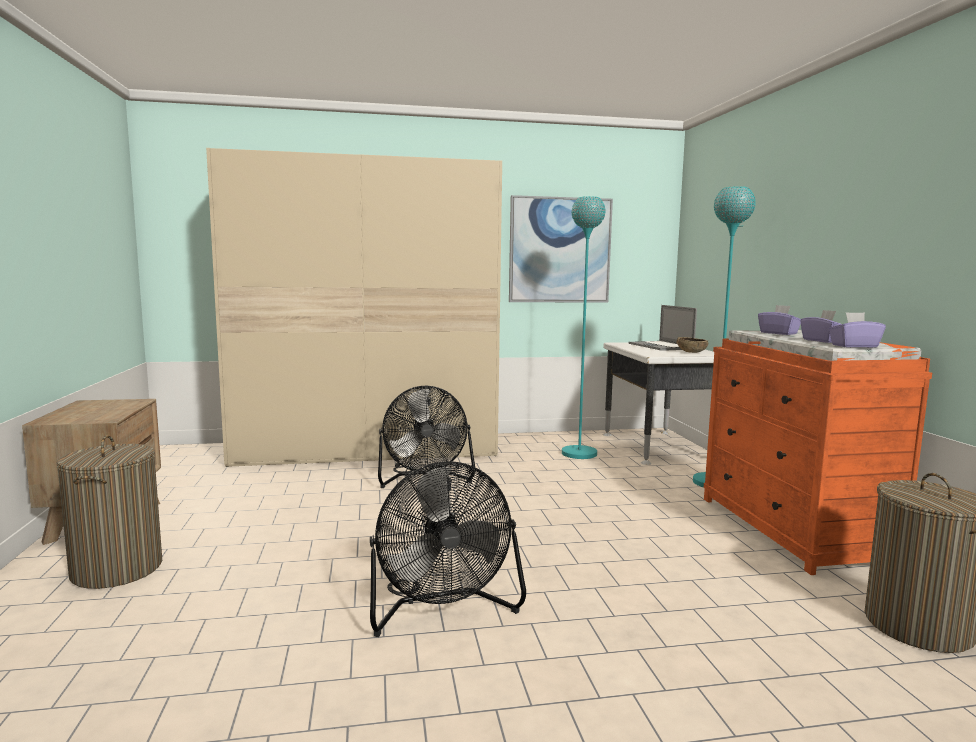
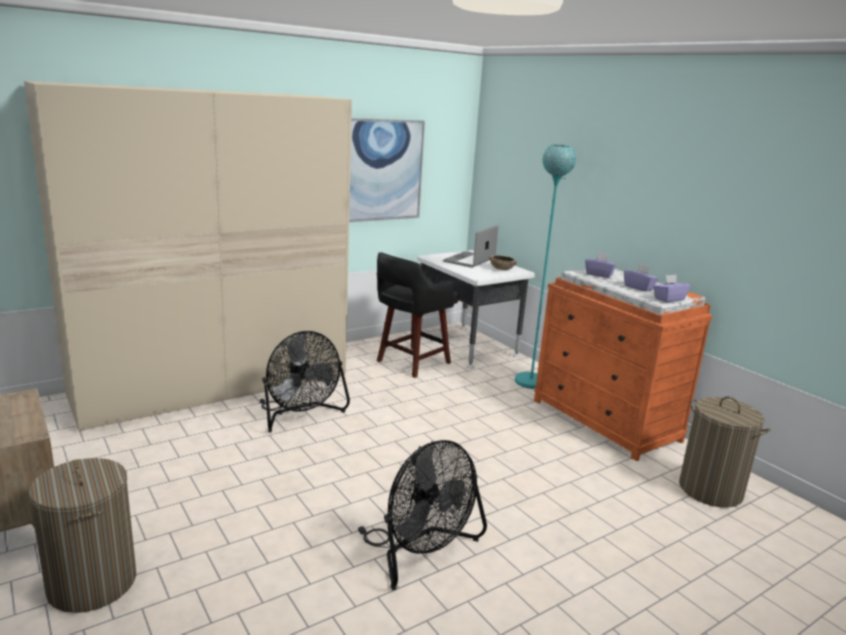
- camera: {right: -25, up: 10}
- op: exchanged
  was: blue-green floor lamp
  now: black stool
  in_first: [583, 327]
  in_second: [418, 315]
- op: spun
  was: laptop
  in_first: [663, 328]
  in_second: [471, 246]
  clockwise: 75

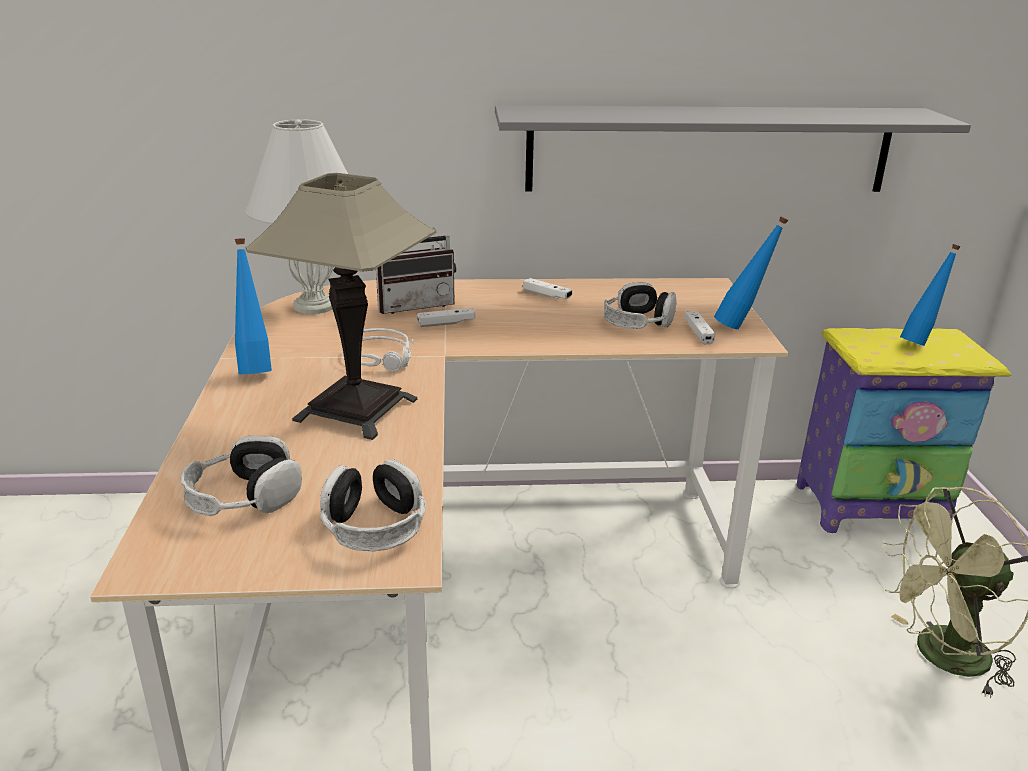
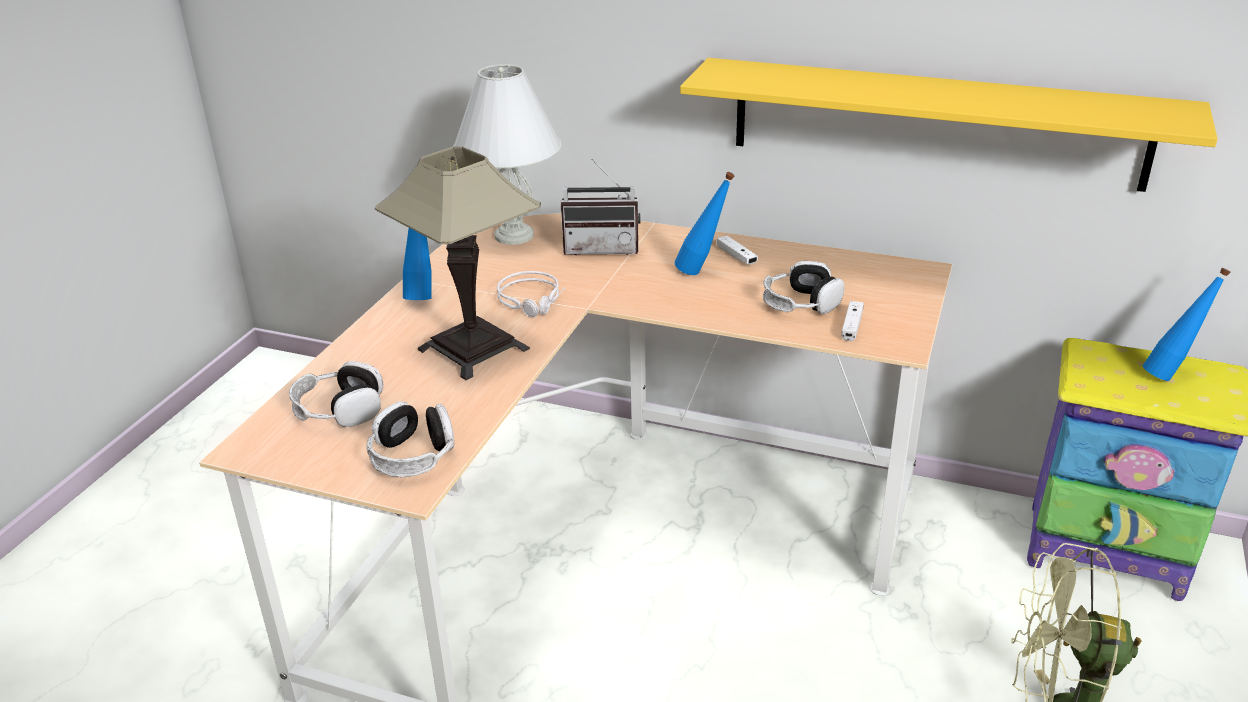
- camera: {right: 25, up: 5}
- op: missing
  was: whitish game controller
  in_first: [446, 317]
- op: relocated
  was: bluish beverage bottle
  in_first: [751, 272]
  in_second: [704, 223]
- op: colour
  was: grey bracket shelf
  now: yellow-coloured bracket shelf
  in_first: [733, 148]
  in_second: [948, 125]

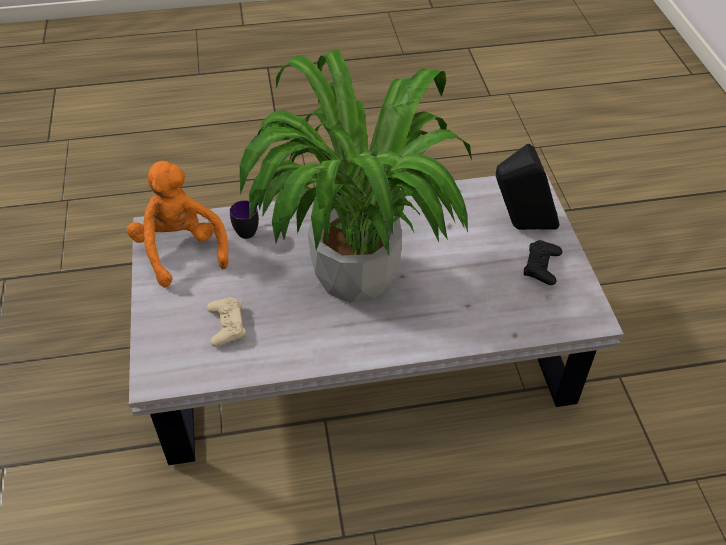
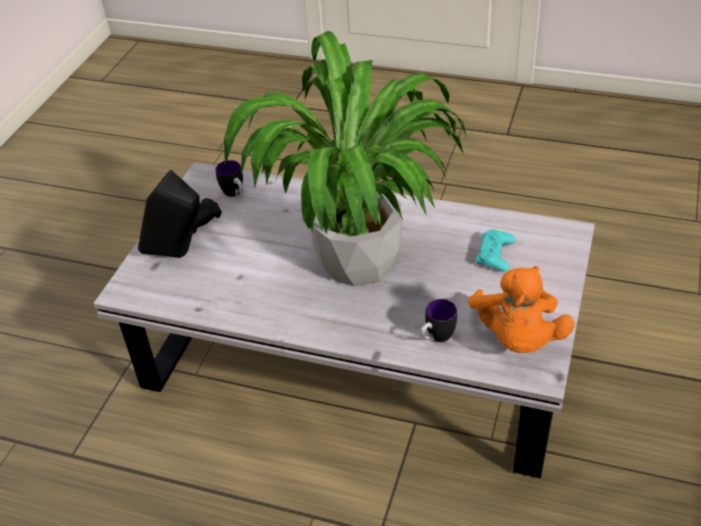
- camera: {right: -150, up: -5}
- op: appeared
  now: tea mug
  in_second: [229, 178]
- op: colour
  was: beige-coloured game controller
  now: blue-green game controller
  in_first: [226, 322]
  in_second: [495, 250]

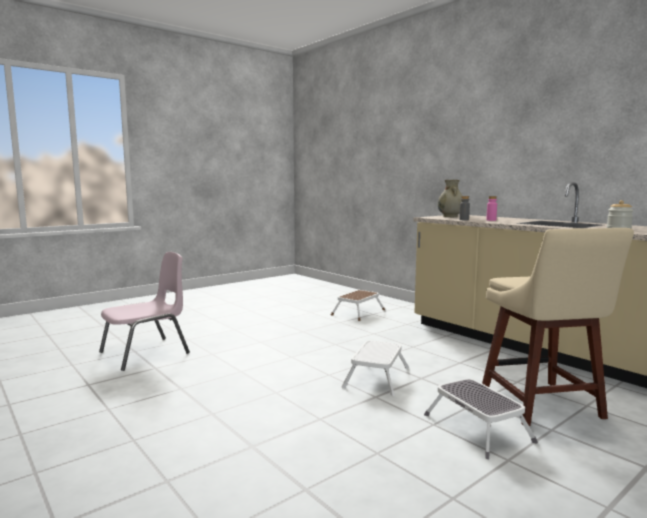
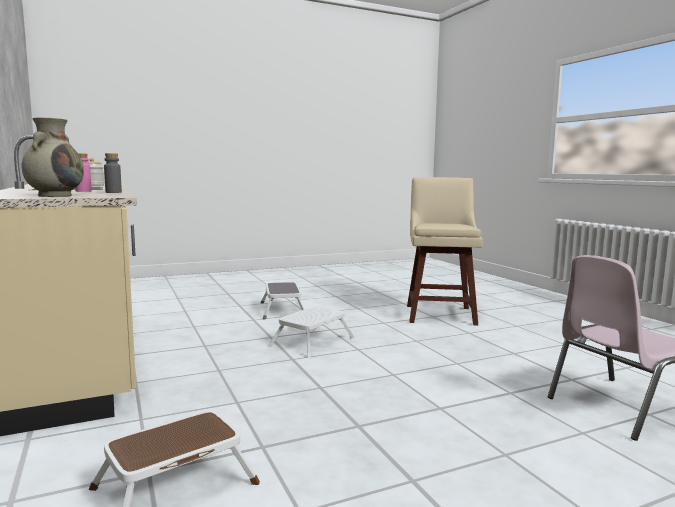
- camera: {right: -165, up: 0}
- op: relocated
  was: beige-coloured stool
  in_first: [558, 327]
  in_second: [445, 251]

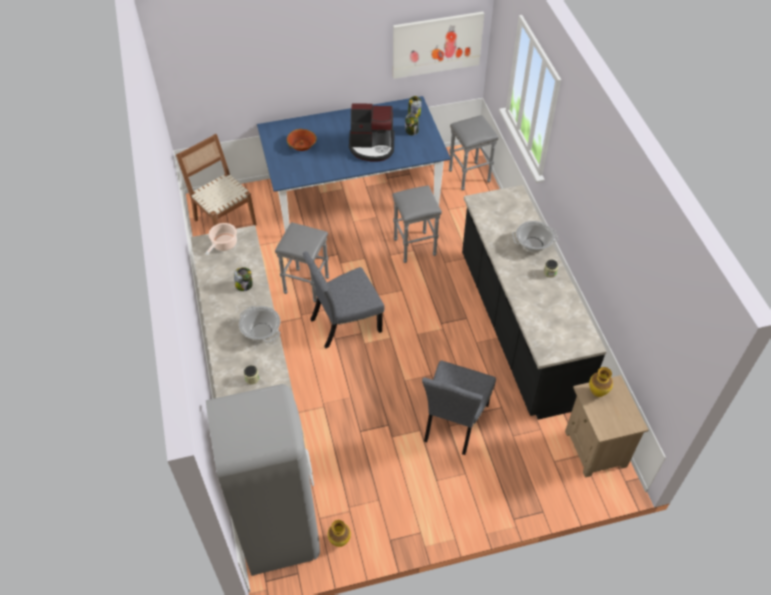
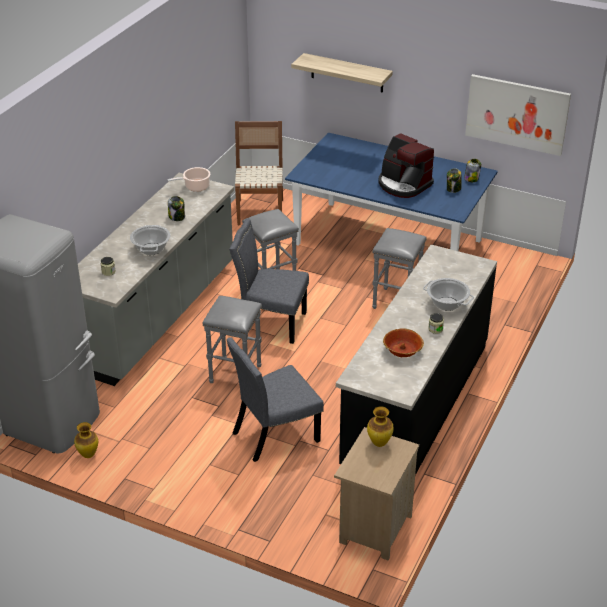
- camera: {right: 40, up: -15}
- op: appeared
  now: bracket shelf
  in_second: [342, 73]
- op: relocated
  was: deep dish
  in_first: [302, 140]
  in_second: [403, 342]
- op: relocated
  was: grey stool
  in_first: [474, 152]
  in_second: [232, 339]

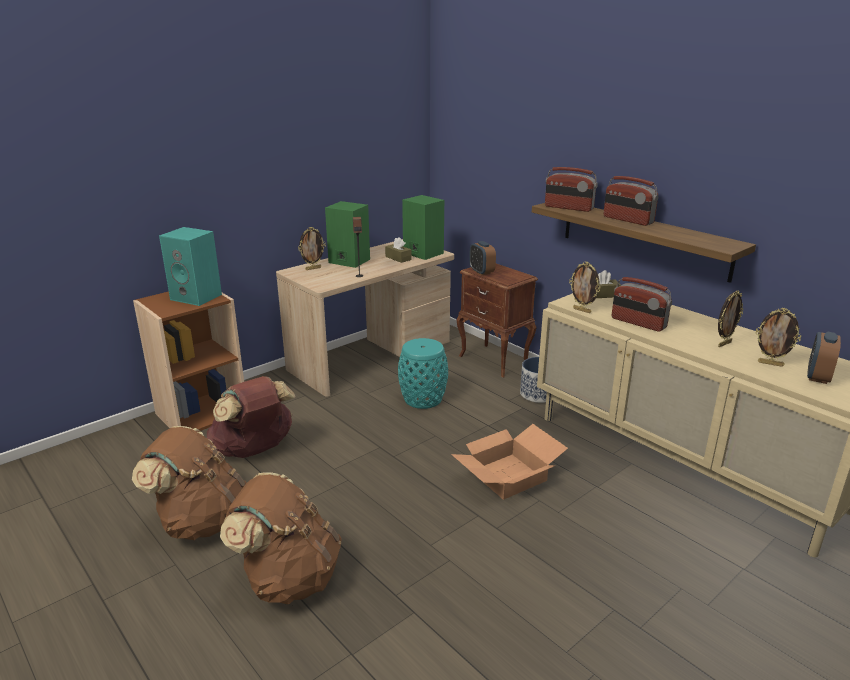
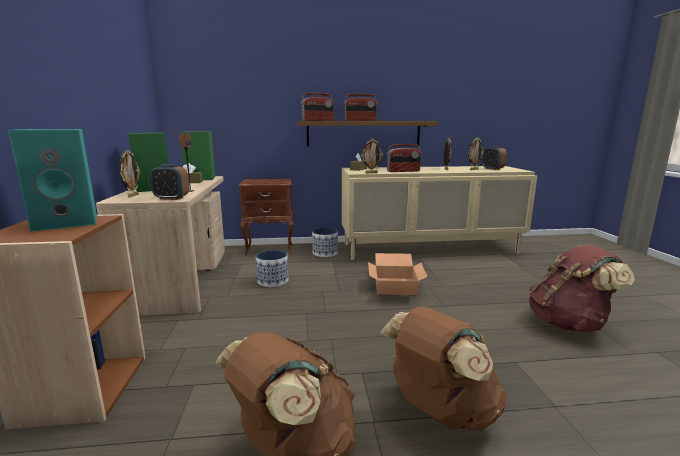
- camera: {right: -55, up: -10}
- op: relocated
  was: brown backpack
  in_first: [251, 417]
  in_second: [582, 288]
- op: relocated
  was: alarm clock
  in_first: [482, 258]
  in_second: [169, 182]
- op: exchanged
  was: blue-green stool
  now: plant pot
  in_first: [423, 373]
  in_second: [272, 268]

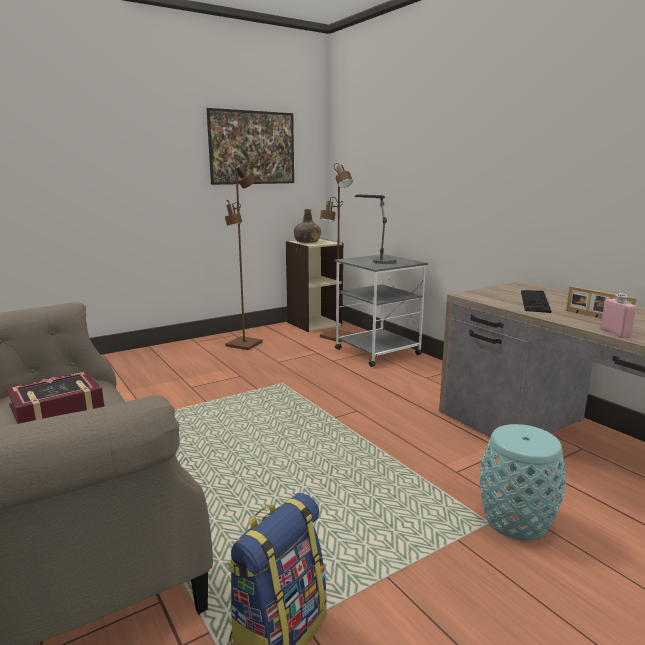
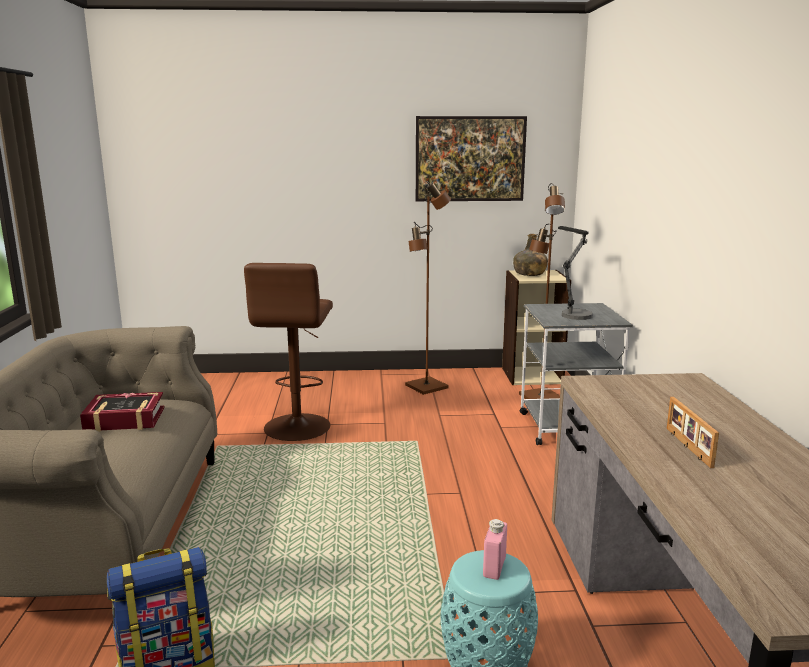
- camera: {right: 30, up: 0}
- op: missing
  was: keyboard
  in_first: [536, 301]
- op: appeared
  now: brown stool
  in_second: [288, 352]
- op: relocated
  was: pink-coloured beverage bottle
  in_first: [618, 315]
  in_second: [495, 549]

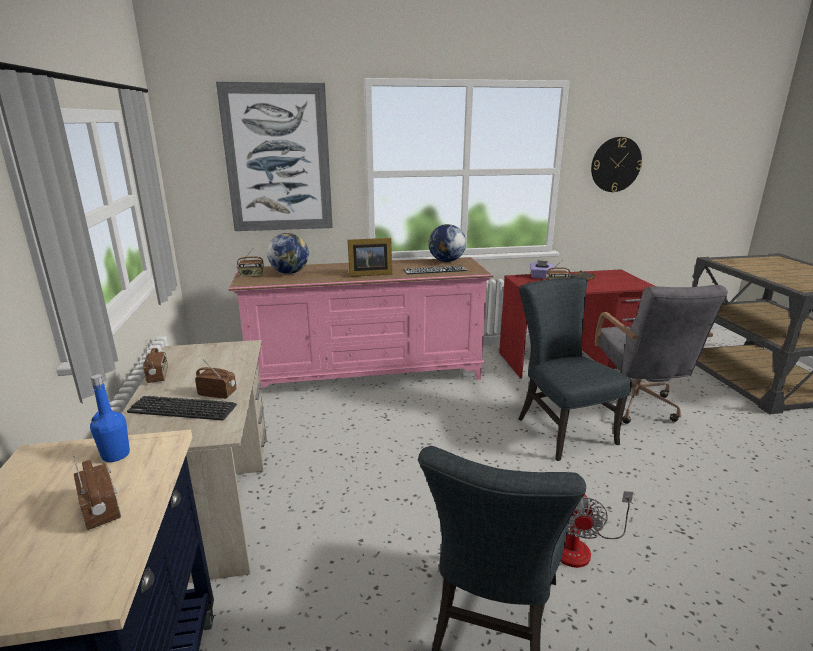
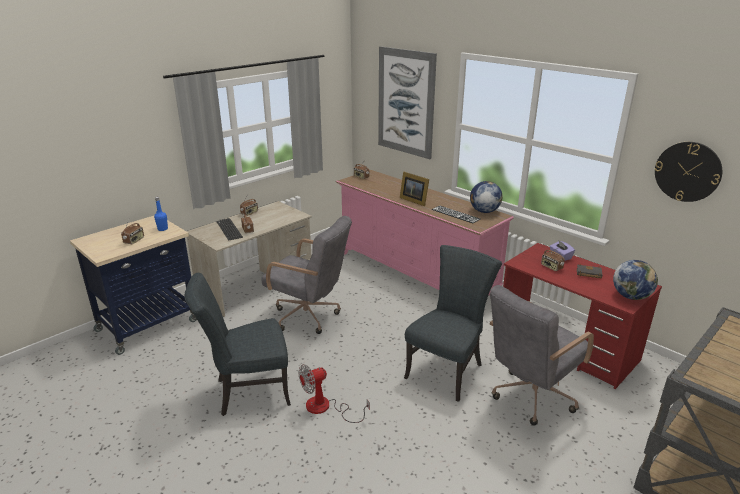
- camera: {right: 55, up: 5}
- op: appeared
  now: grey computer chair
  in_second: [306, 275]
- op: relocated
  was: desk globe
  in_first: [288, 253]
  in_second: [635, 280]

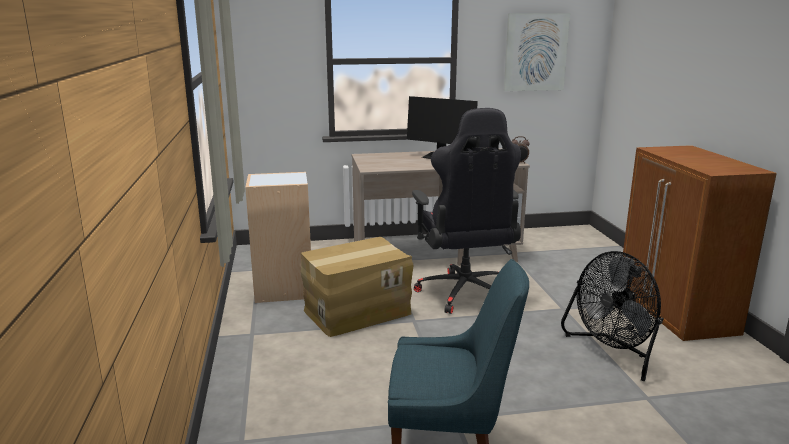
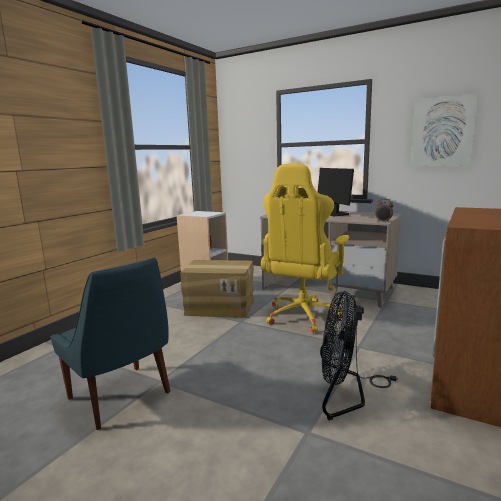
- camera: {right: 40, up: -5}
- op: colour
  was: black computer chair
  now: yellow-coloured computer chair
  in_first: [466, 211]
  in_second: [305, 248]

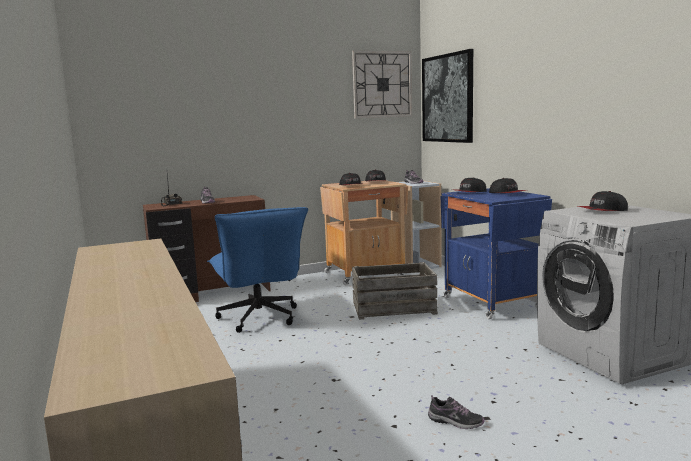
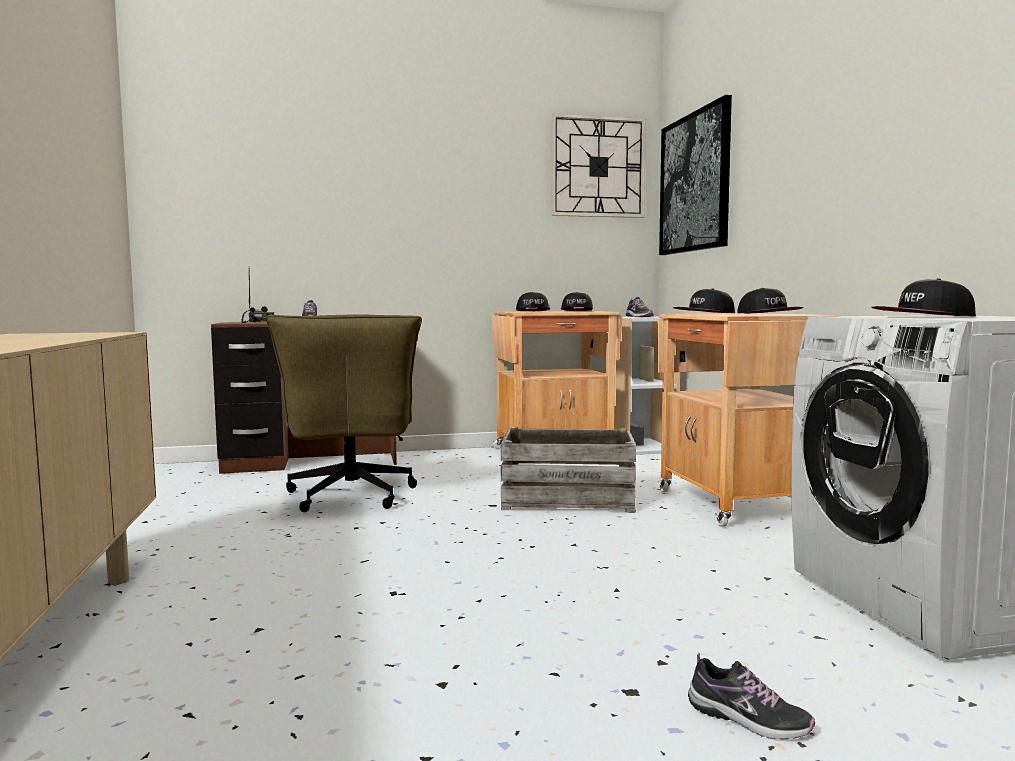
- camera: {right: 10, up: -5}
- op: relocated
  was: low shoe
  in_first: [456, 412]
  in_second: [751, 696]
- op: colour
  was: bluish computer chair
  now: beige-coloured computer chair
  in_first: [257, 270]
  in_second: [344, 413]
- op: colour
  was: bluish trolley
  now: brown trolley
  in_first: [496, 253]
  in_second: [749, 420]

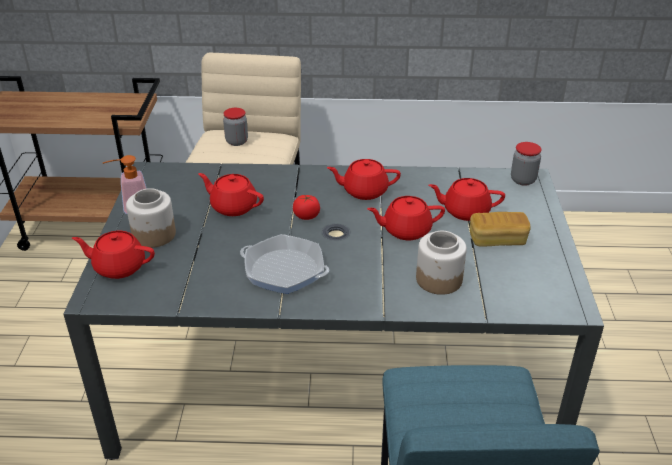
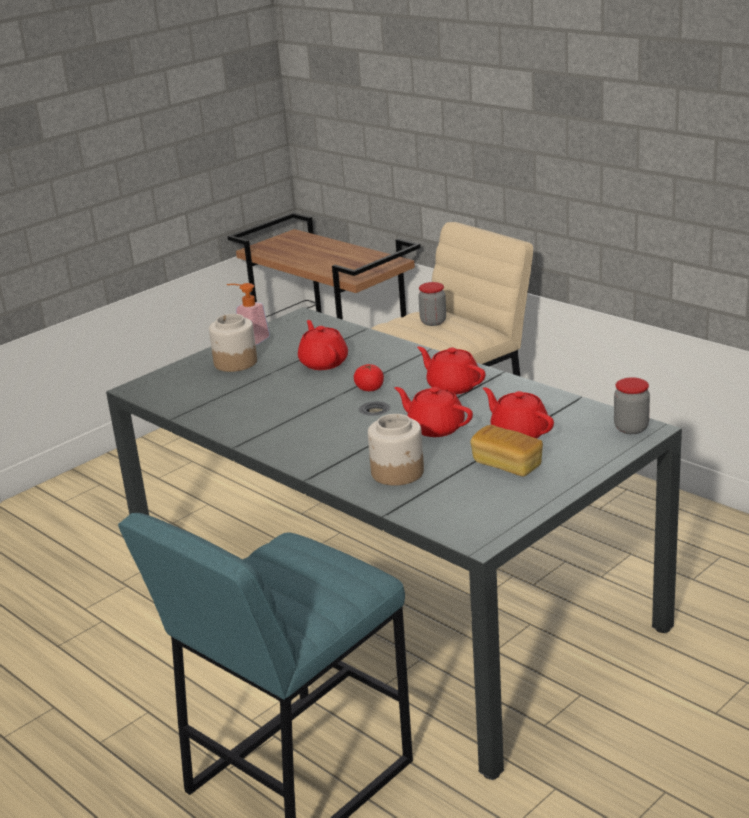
- camera: {right: 45, up: -10}
- op: missing
  was: red tea pot
  in_first: [113, 255]
- op: missing
  was: skillet
  in_first: [284, 264]

